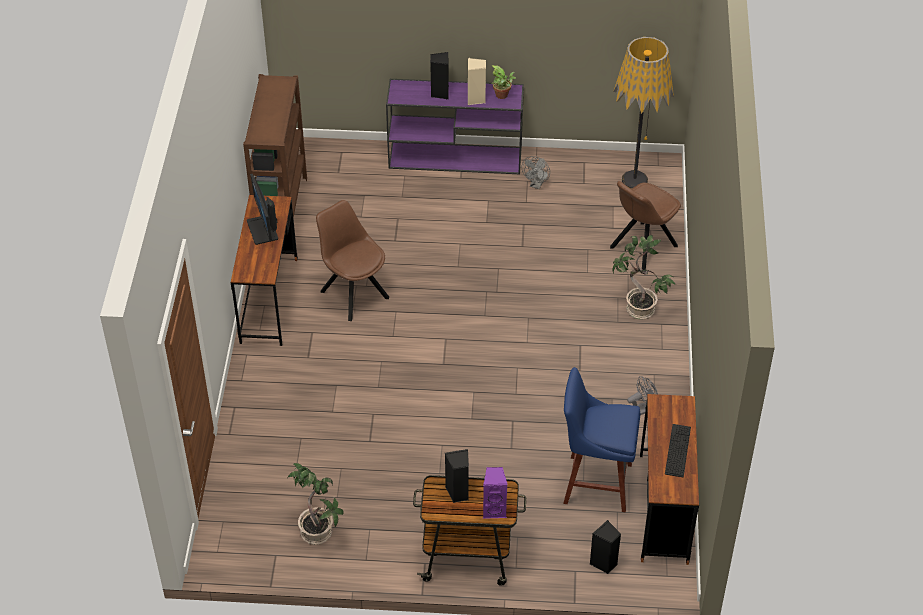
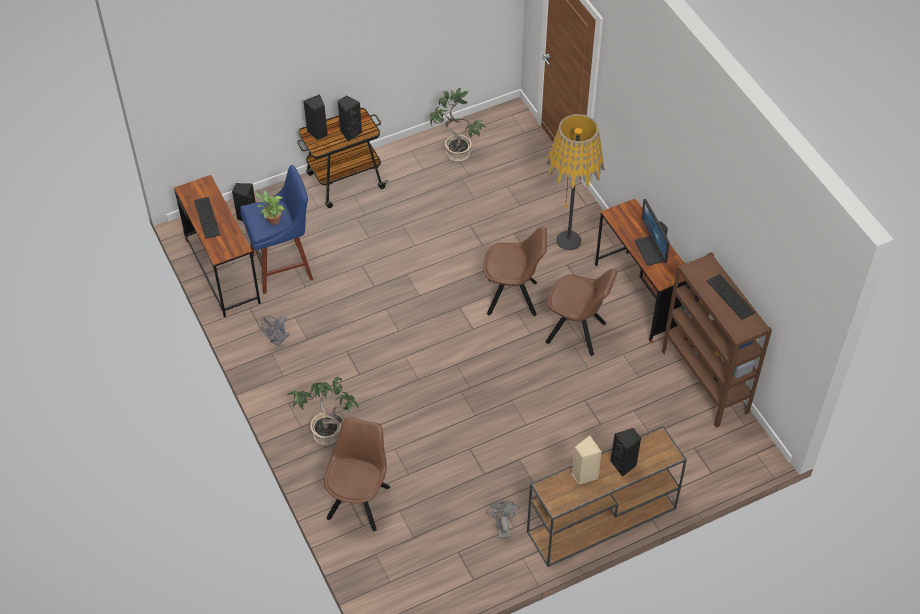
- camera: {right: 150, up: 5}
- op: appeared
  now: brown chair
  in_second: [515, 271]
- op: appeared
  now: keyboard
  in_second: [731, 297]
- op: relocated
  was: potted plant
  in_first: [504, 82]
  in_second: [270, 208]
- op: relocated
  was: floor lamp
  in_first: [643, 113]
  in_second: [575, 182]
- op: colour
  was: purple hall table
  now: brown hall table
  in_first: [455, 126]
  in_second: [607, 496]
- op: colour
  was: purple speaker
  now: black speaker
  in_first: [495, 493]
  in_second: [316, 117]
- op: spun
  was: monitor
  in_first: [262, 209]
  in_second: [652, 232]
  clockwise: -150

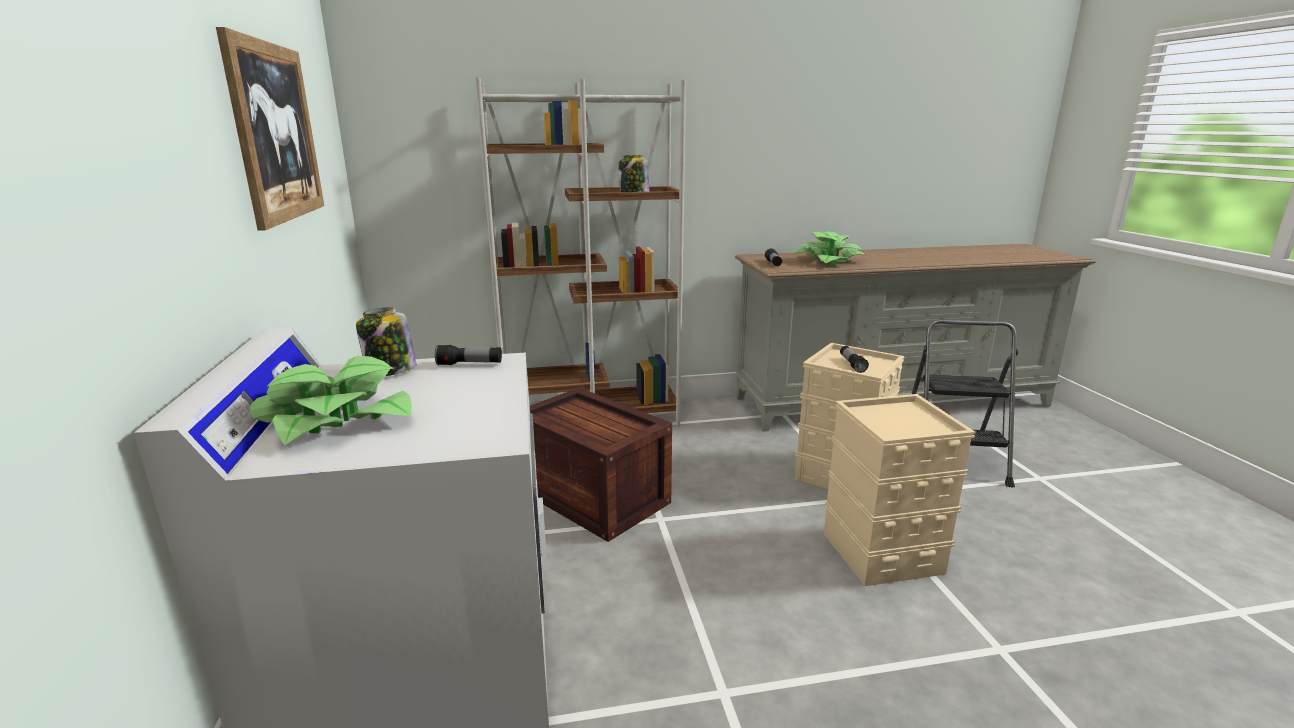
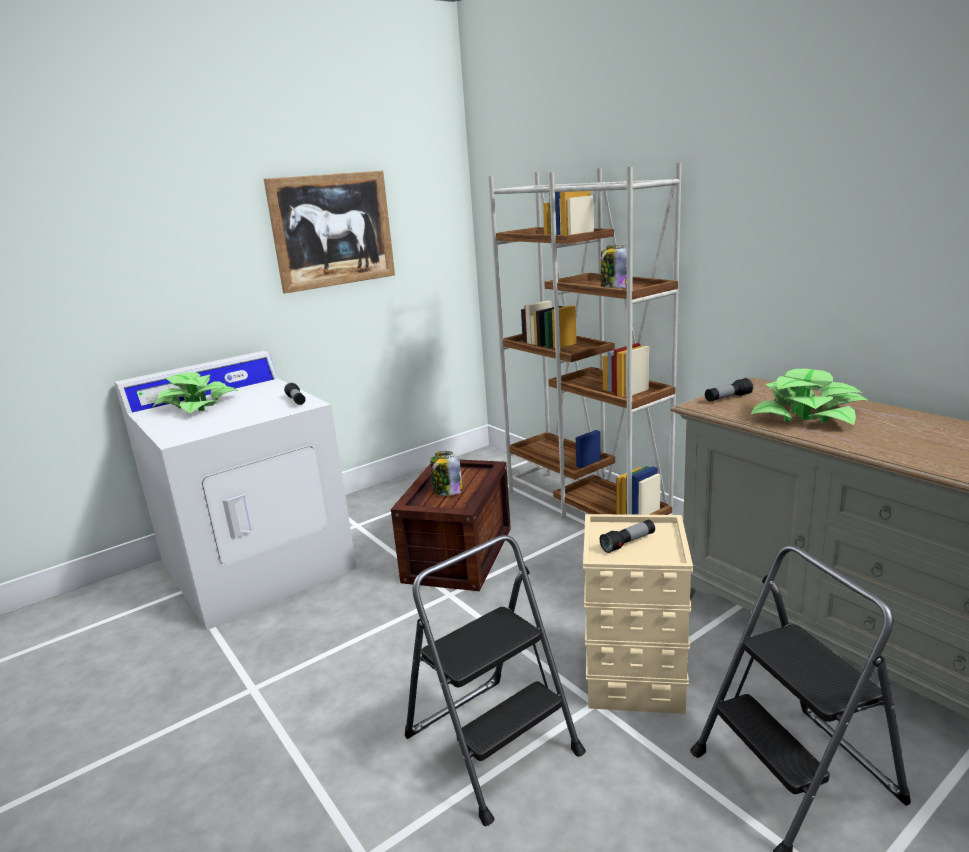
- camera: {right: 65, up: 0}
- op: relocated
  was: jar
  in_first: [386, 341]
  in_second: [447, 473]
- op: exchanged
  was: beige-coloured storage bin
  now: black stepladder
  in_first: [900, 490]
  in_second: [495, 680]

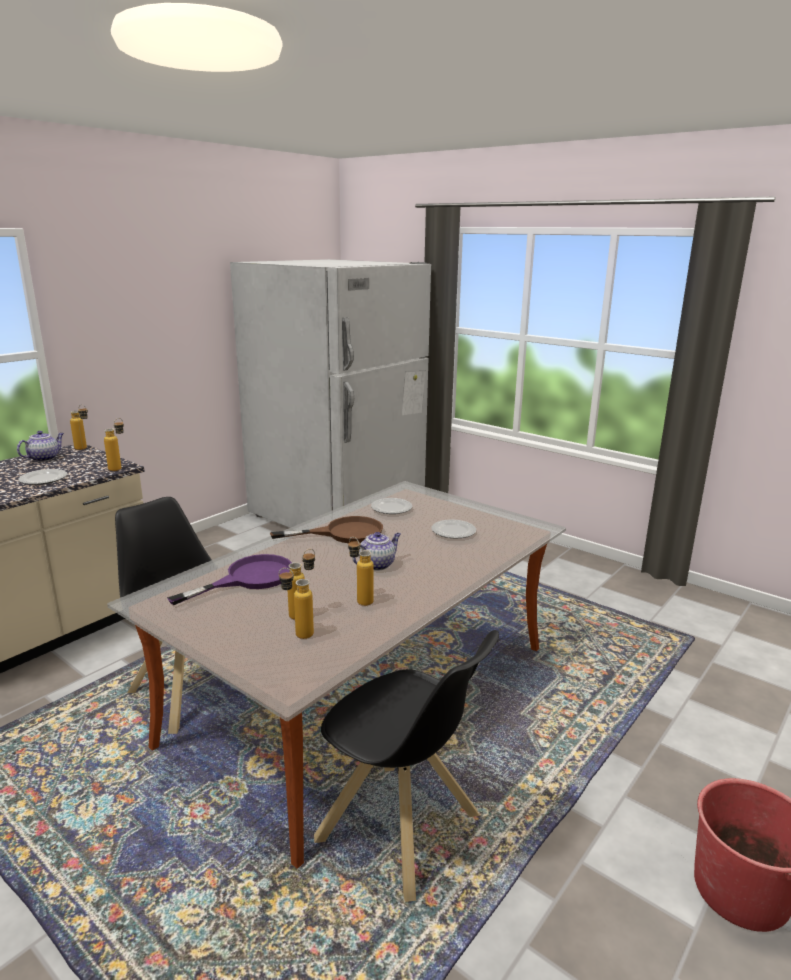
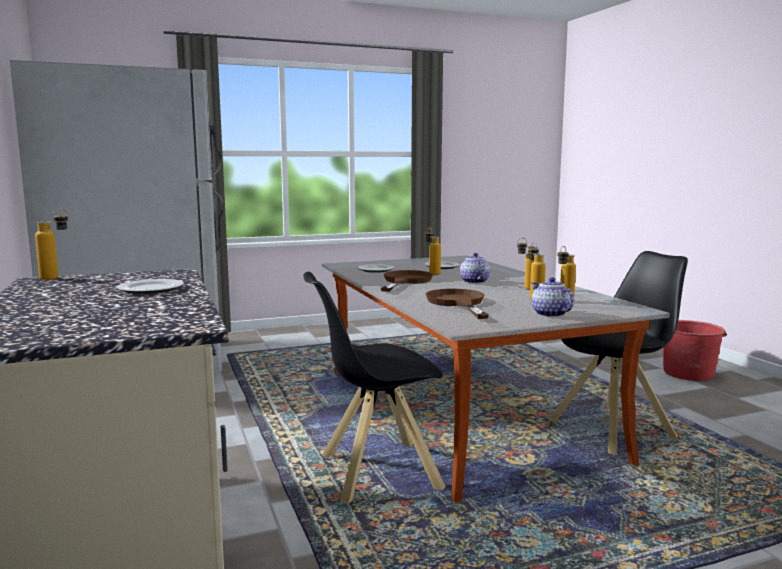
- camera: {right: -60, up: -10}
- op: relocated
  was: tea pot
  in_first: [40, 446]
  in_second: [552, 297]
- op: relocated
  was: beverage bottle
  in_first: [114, 444]
  in_second: [433, 251]
- op: colour
  was: purple skillet
  now: brown skillet
  in_first: [229, 579]
  in_second: [457, 304]

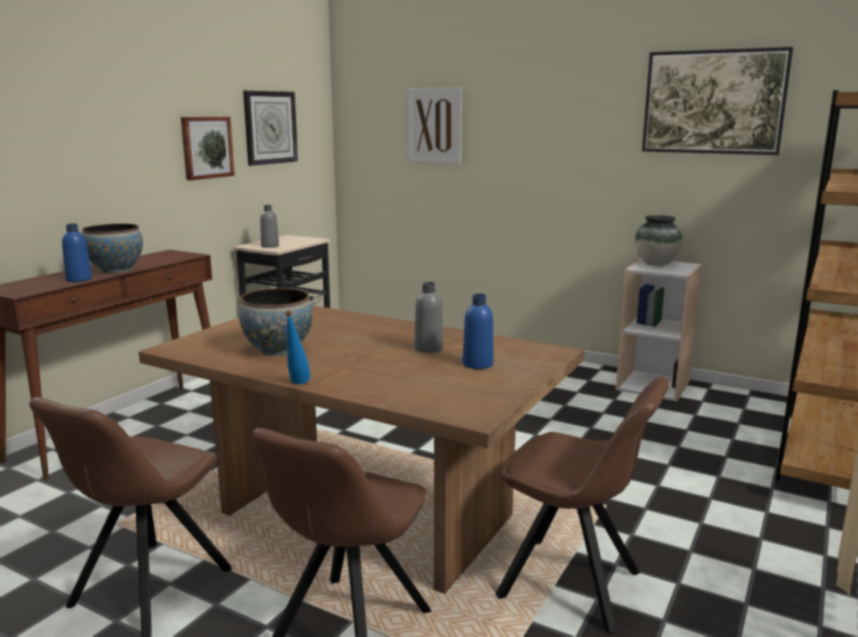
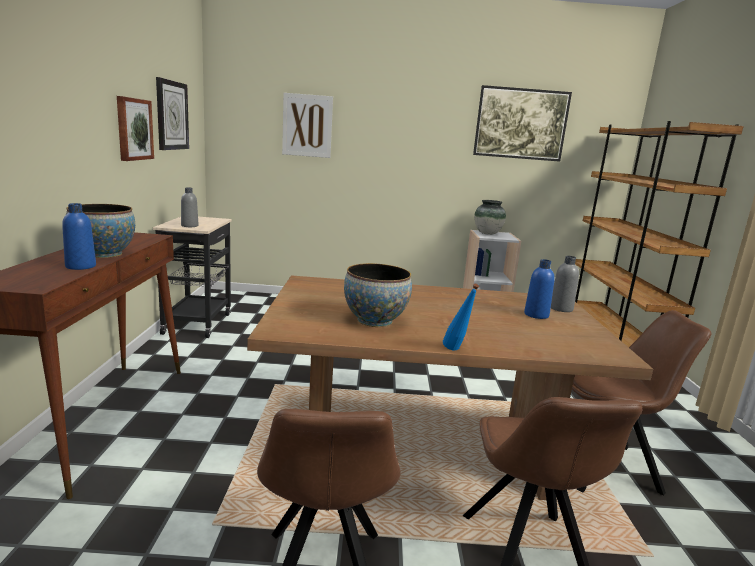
- camera: {right: -30, up: 0}
- op: relocated
  was: grey beverage bottle
  in_first: [428, 317]
  in_second: [565, 284]

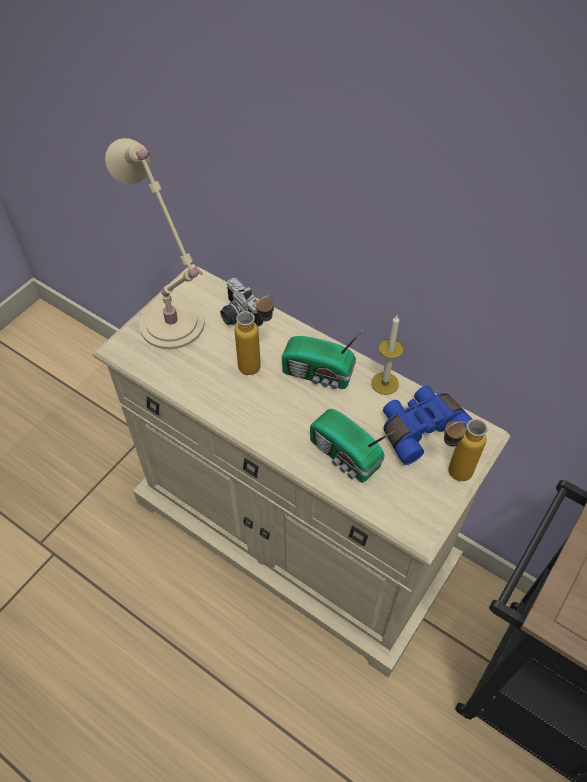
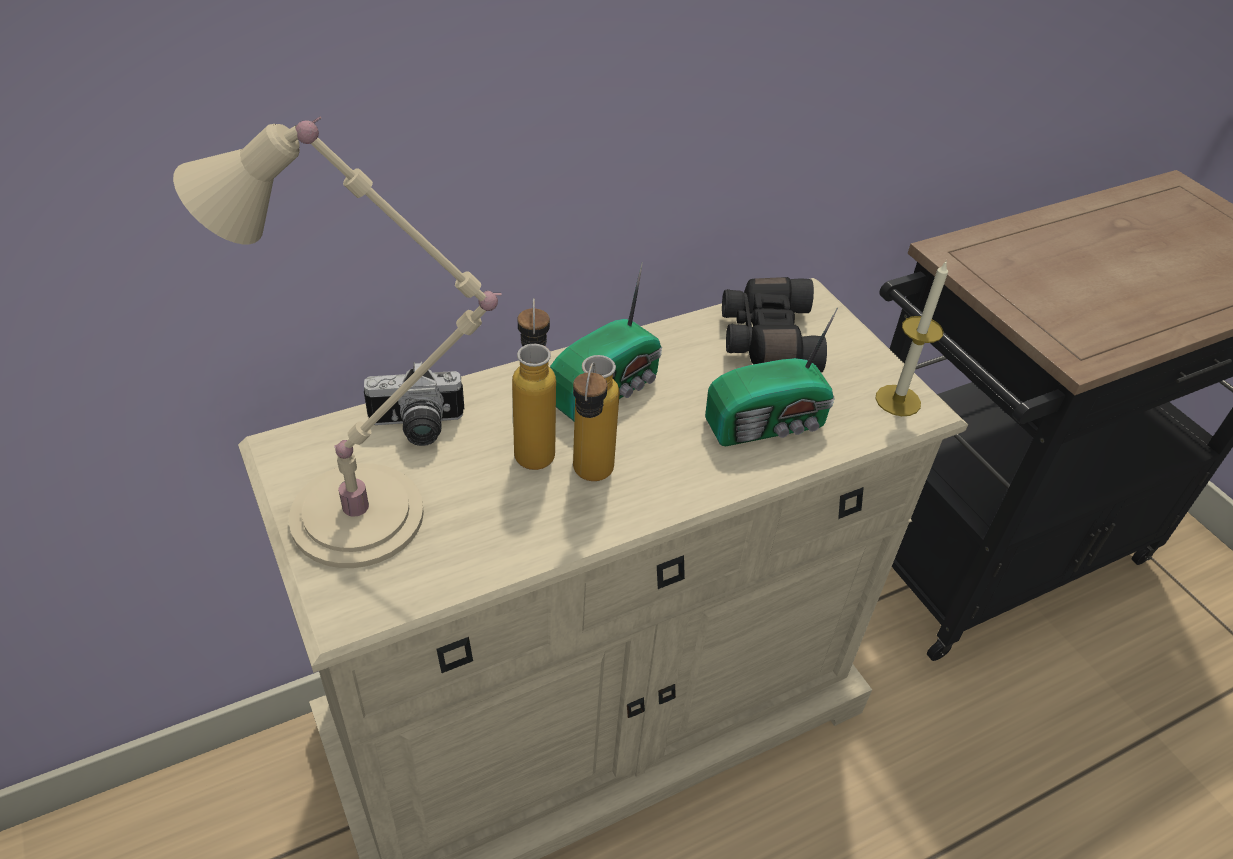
- camera: {right: -65, up: -10}
- op: relocated
  was: wax candle
  in_first: [387, 355]
  in_second: [912, 338]
- op: relocated
  was: beverage bottle
  in_first: [466, 450]
  in_second: [596, 418]
- op: colour
  was: bluish pair of binoculars
  now: black pair of binoculars
  in_first: [427, 425]
  in_second: [774, 324]

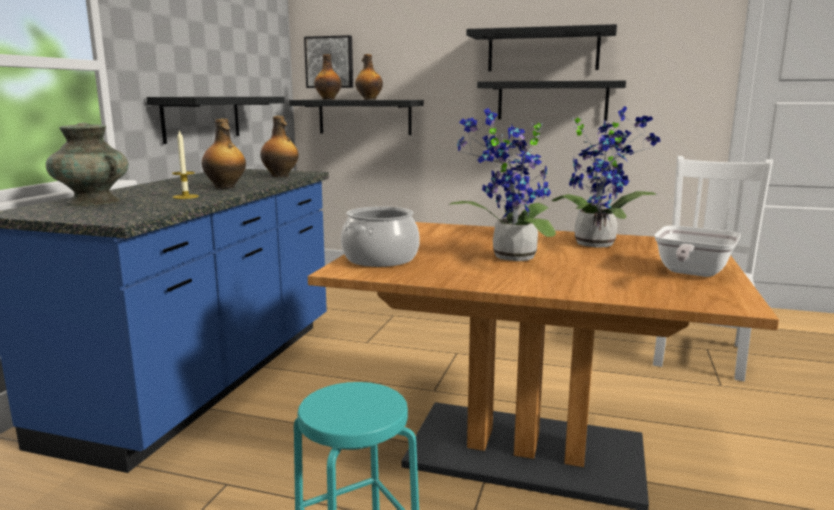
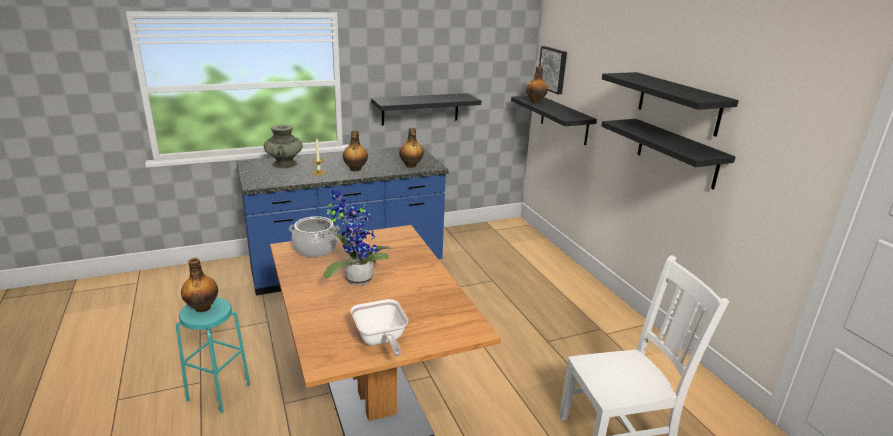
- camera: {right: 50, up: 10}
- op: missing
  was: potted plant
  in_first: [606, 177]
- op: relocated
  was: beverage bottle
  in_first: [369, 77]
  in_second: [199, 285]
- op: spun
  was: skillet
  in_first: [697, 251]
  in_second: [379, 327]
  clockwise: -105

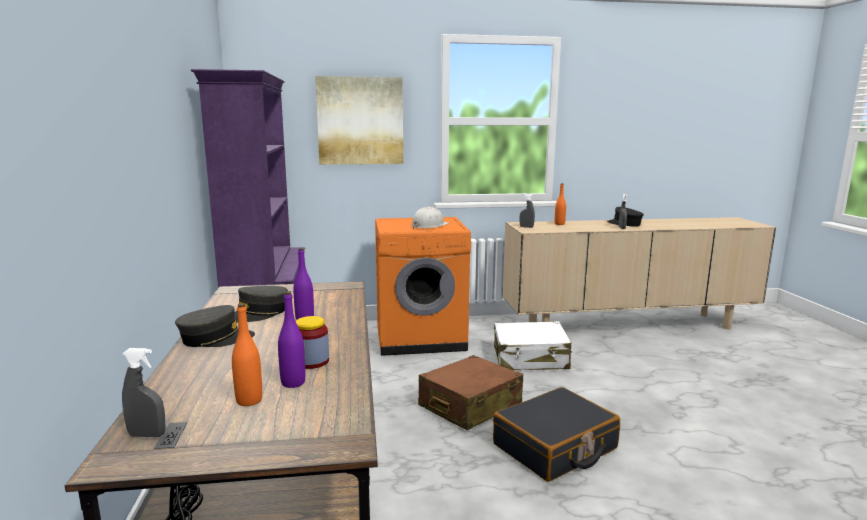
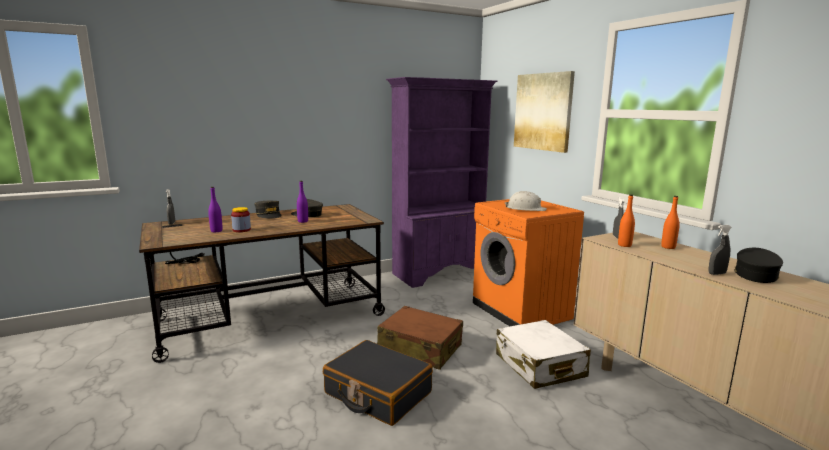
- camera: {right: 70, up: 0}
- op: relocated
  was: orange-coloured beverage bottle
  in_first: [247, 354]
  in_second: [626, 220]

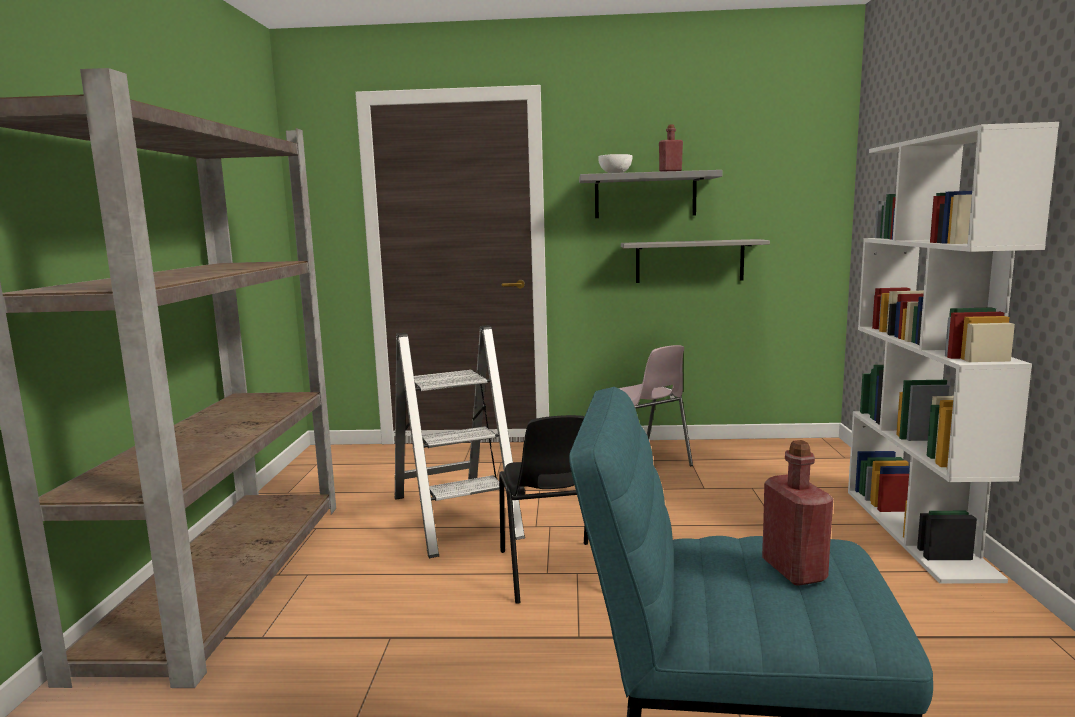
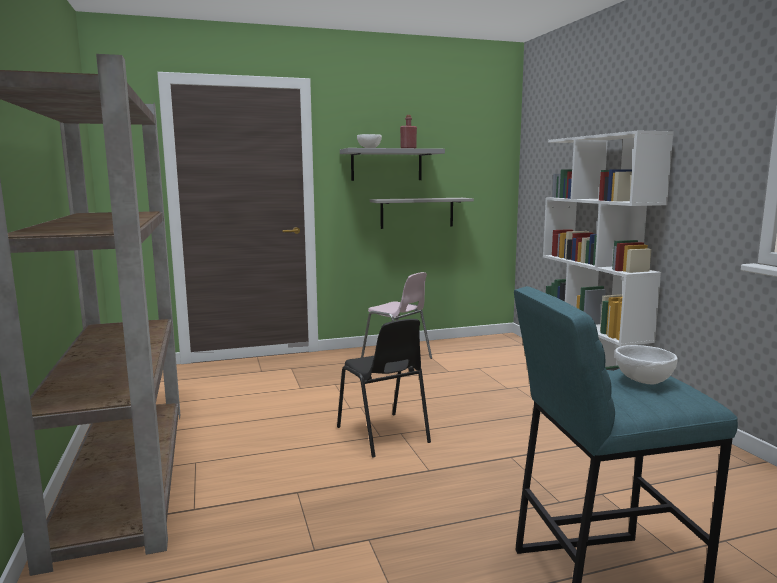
- camera: {right: -20, up: 0}
- op: missing
  was: grey stepladder
  in_first: [459, 441]
- op: exchanged
  was: red beverage bottle
  now: whitish deep dish
  in_first: [797, 513]
  in_second: [646, 364]

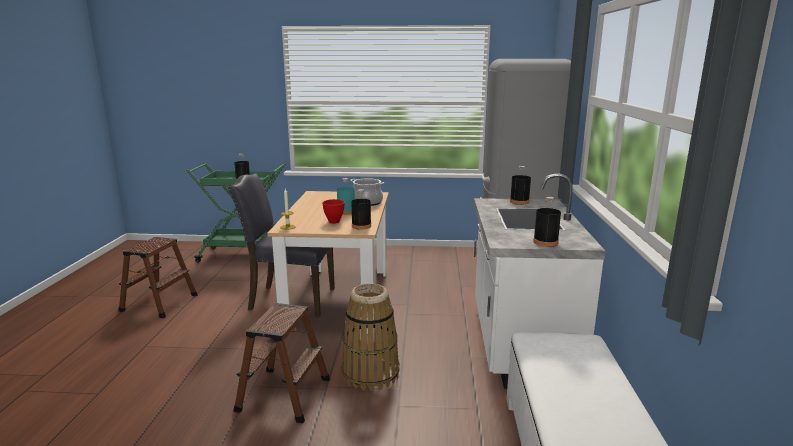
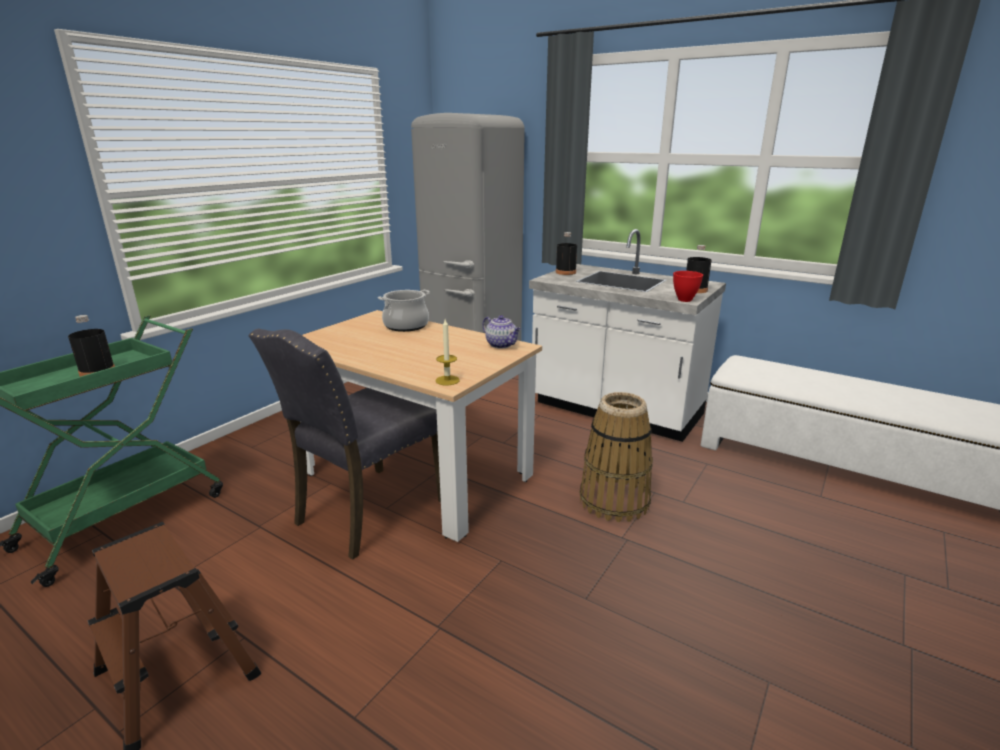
- camera: {right: -60, up: 5}
- op: missing
  was: brown stepladder
  in_first: [281, 363]
- op: missing
  was: blue-green beverage bottle
  in_first: [346, 196]
- op: relocated
  was: red deep dish
  in_first: [333, 211]
  in_second: [688, 286]
- op: exchanged
  was: black beverage bottle
  now: tea pot
  in_first: [361, 209]
  in_second: [502, 331]

